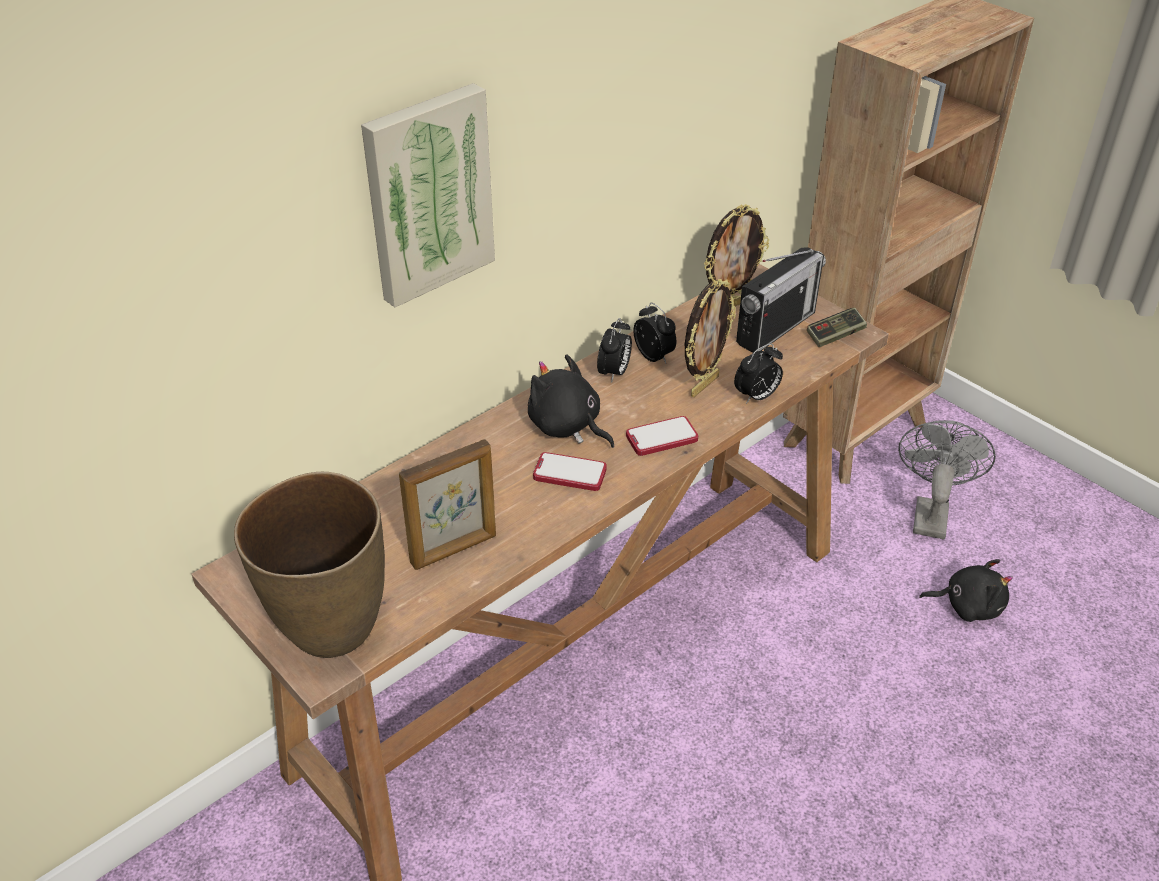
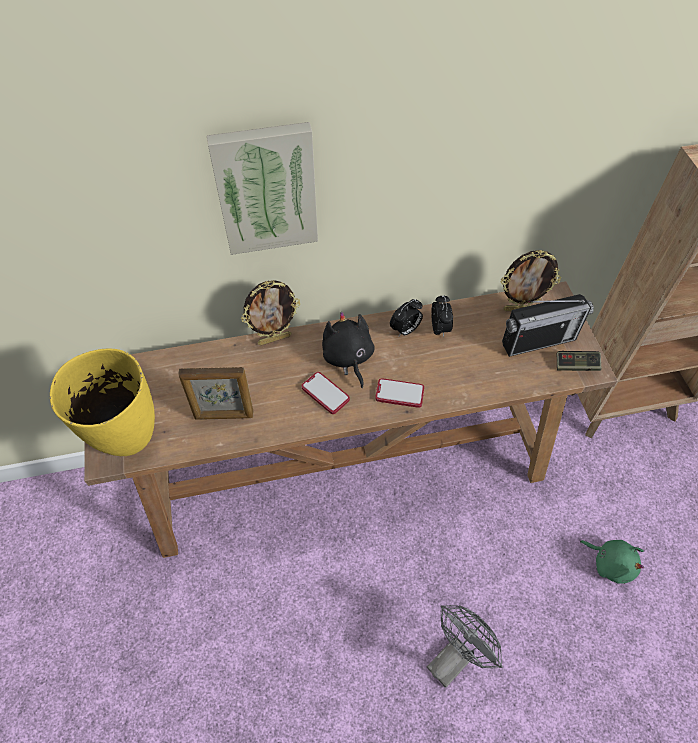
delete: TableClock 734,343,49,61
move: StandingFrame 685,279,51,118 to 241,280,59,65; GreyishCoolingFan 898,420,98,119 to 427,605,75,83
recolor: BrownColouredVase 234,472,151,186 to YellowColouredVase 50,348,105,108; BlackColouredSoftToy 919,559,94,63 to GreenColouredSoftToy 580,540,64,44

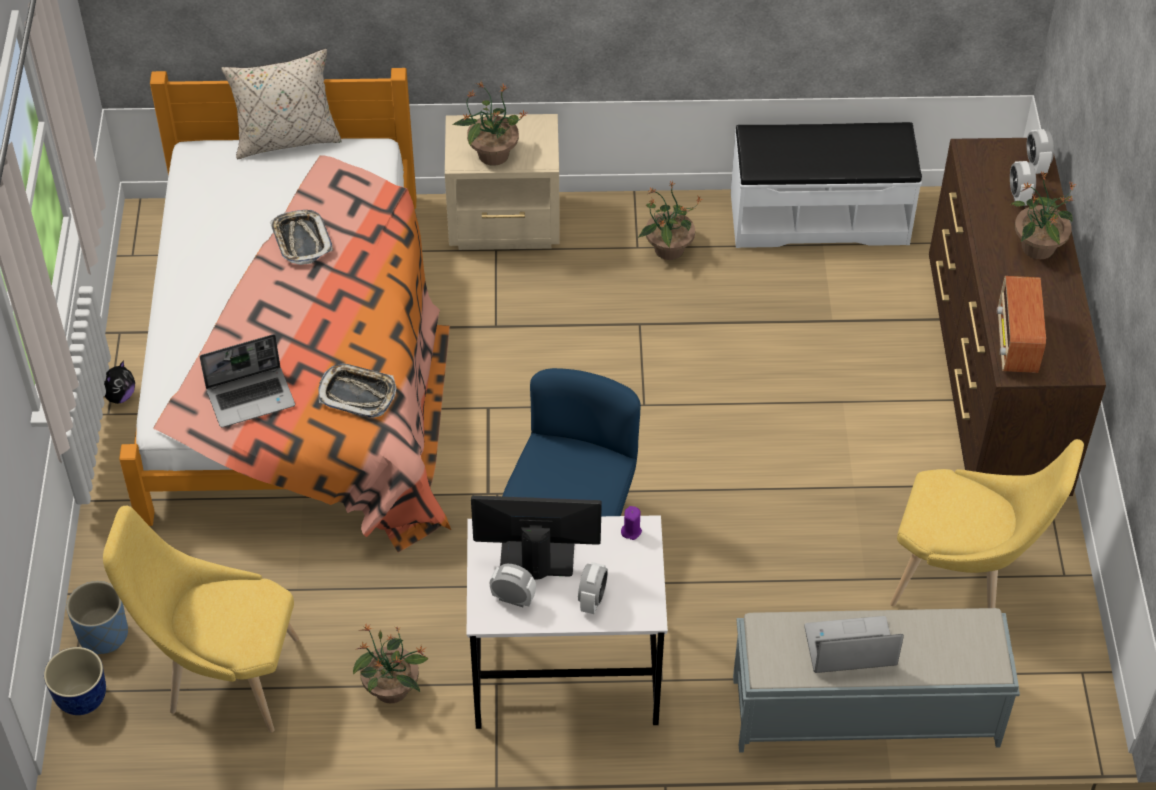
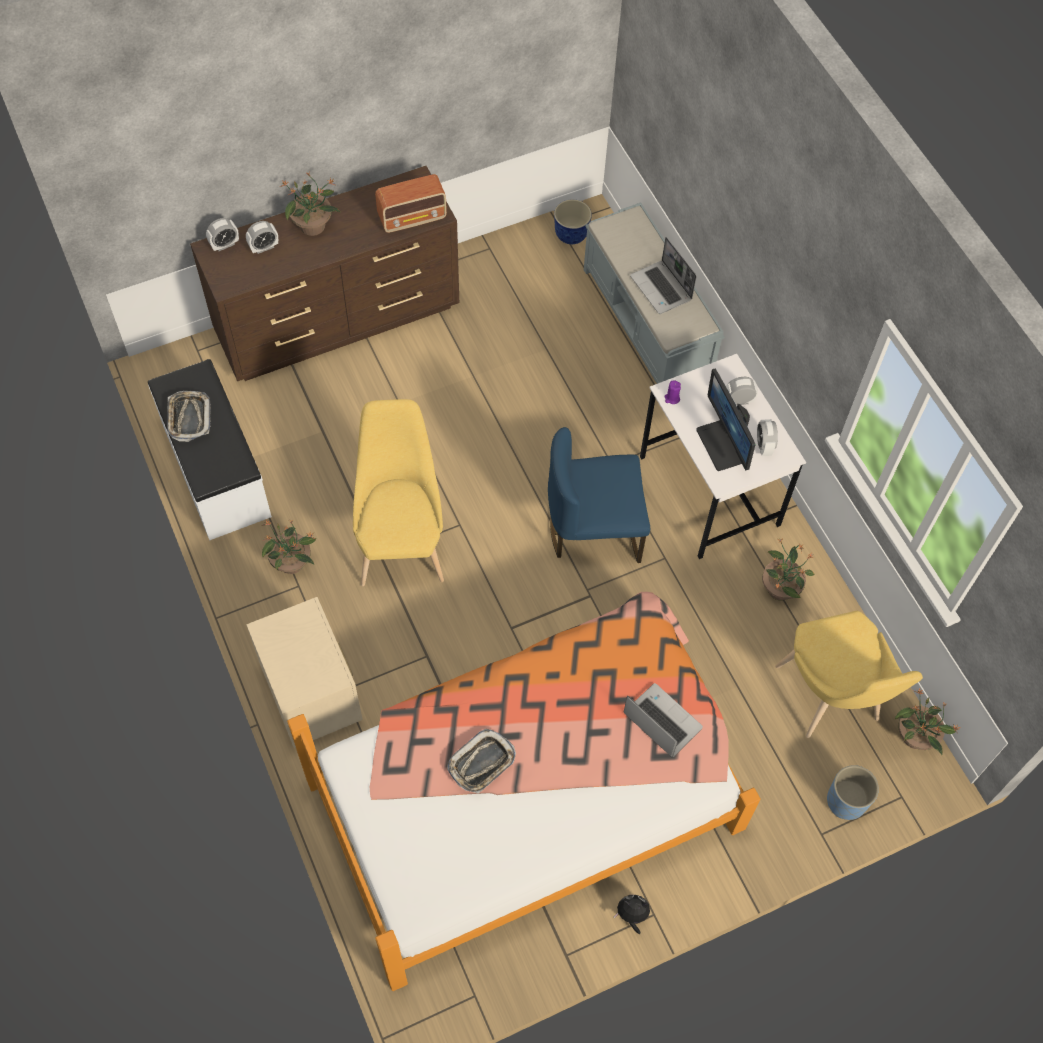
delete: BeigeColouredCushion 221,48,121,111
move: FlowerPot 44,647,62,68 to 554,199,38,45; CarryingTray 318,364,78,54 to 167,391,44,51; PottedPlant 453,83,74,83 to 895,689,66,66; YellowColouredUprightChair 890,439,194,169 to 353,399,91,187

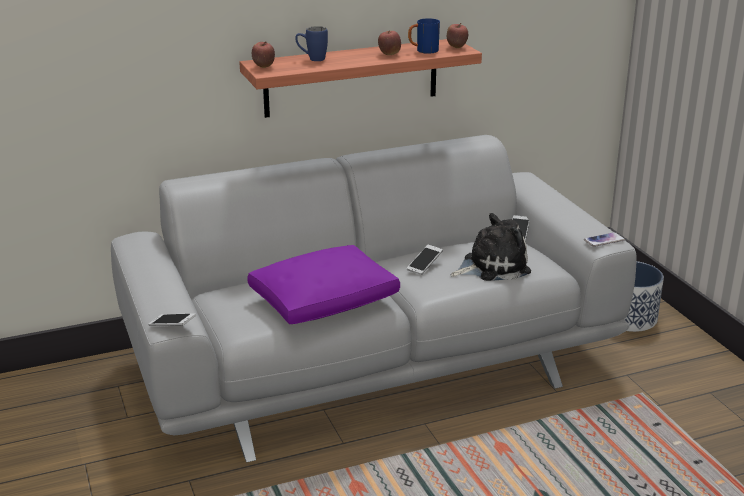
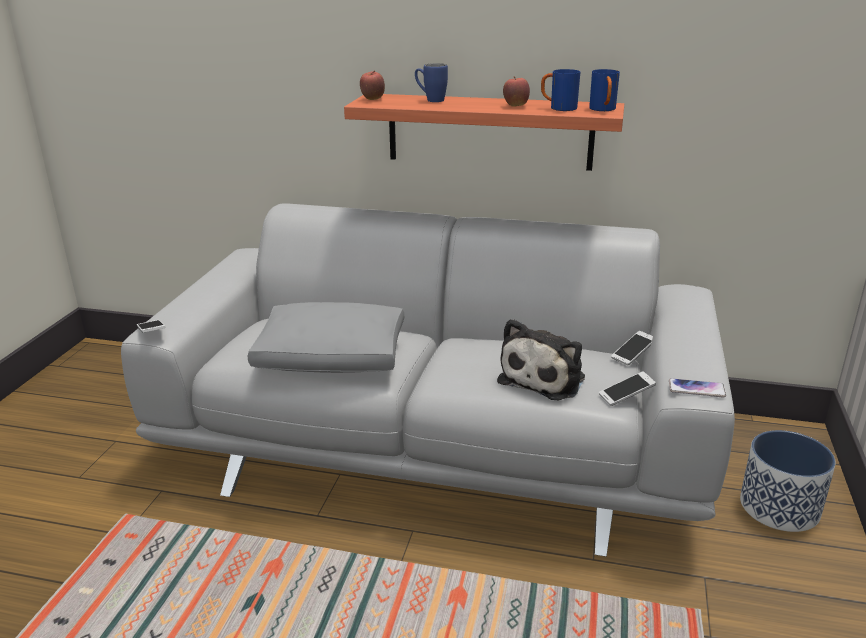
move: Phone 407,245,36,30 to 599,371,57,35
replace: Apple 447,23,21,25 to BluishCoffeeMug 589,69,31,42
recolor: PurpleCushion 247,245,153,79 to GreyishCushion 247,302,157,71
rotate: SoftToy 451,213,80,68 = 497,319,88,81 105 degrees clockwise

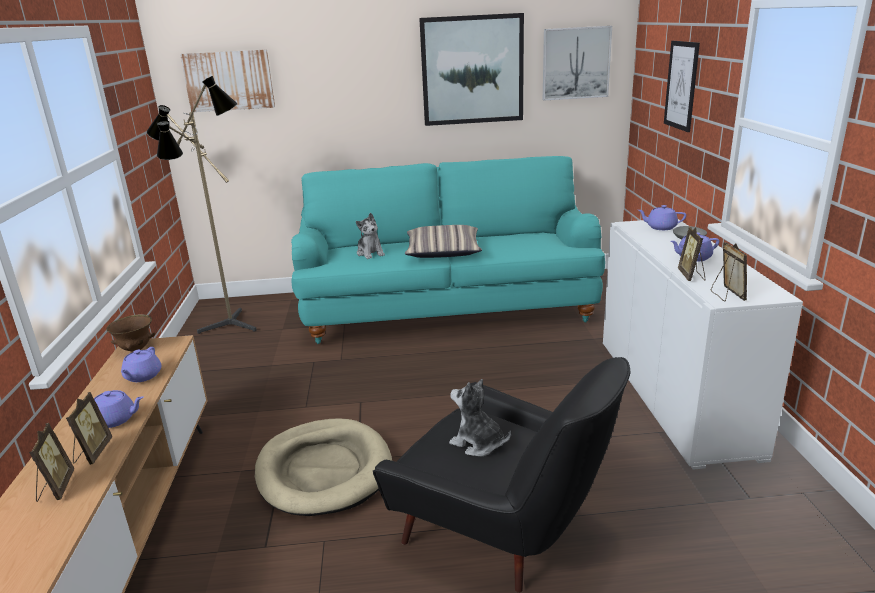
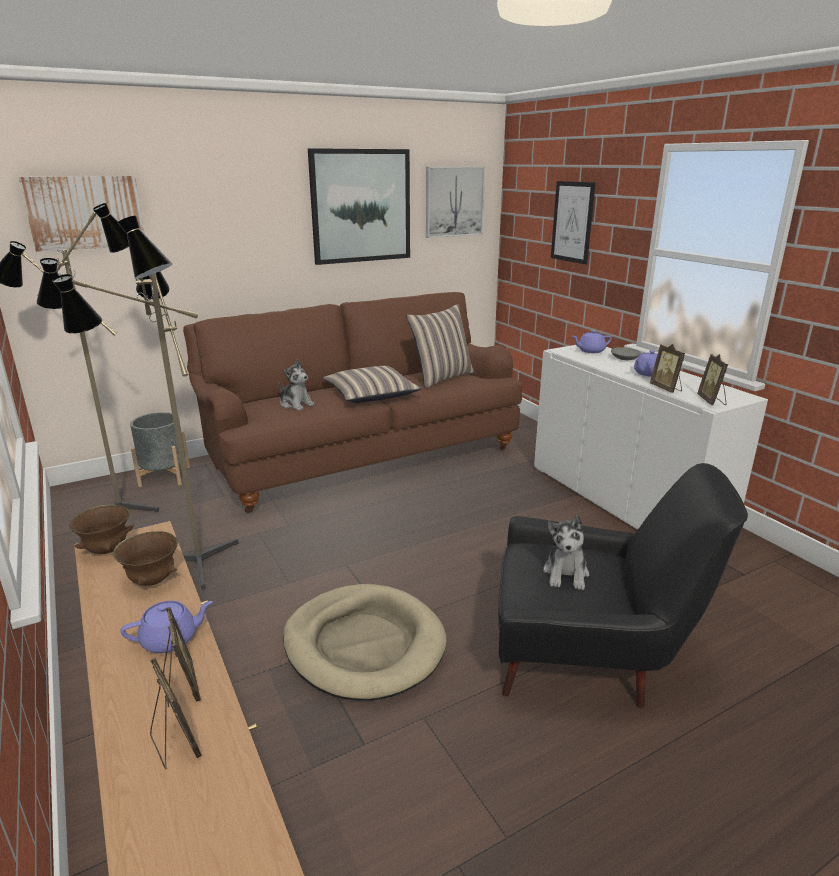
insert: StandingLamp 52,216,187,374; GreyishFlowerPot 130,412,60,75; Cushion 406,304,69,84
replace: PurplePotForTea 121,347,40,35 to BrownColouredServingBowl 113,531,65,55
recolor: BlueGreenCouch 291,156,314,188 to BrownColouredCouch 183,292,339,221
rotate: SoftToy 449,379,62,78 = 543,515,46,75 90 degrees counterclockwise; StandingFrame 711,242,36,59 = 697,354,31,51 150 degrees counterclockwise

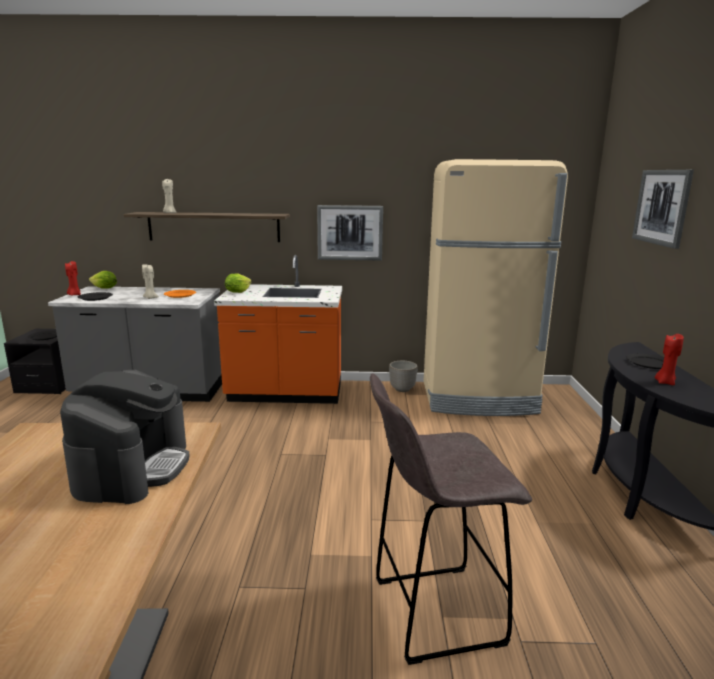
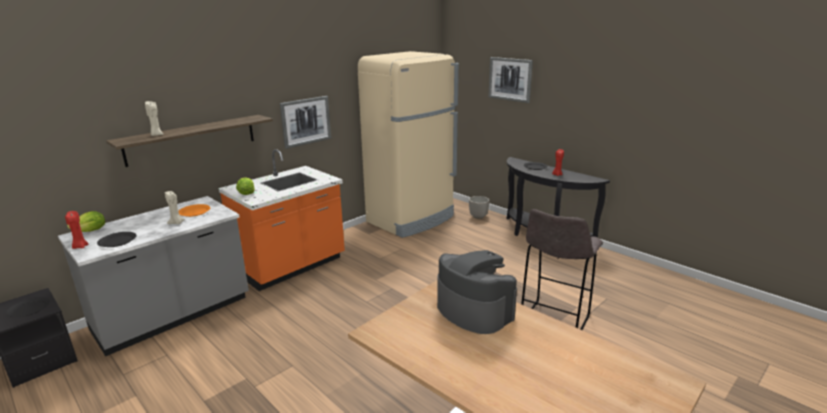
move: FlowerPot 389,361,29,31 to 469,196,20,23

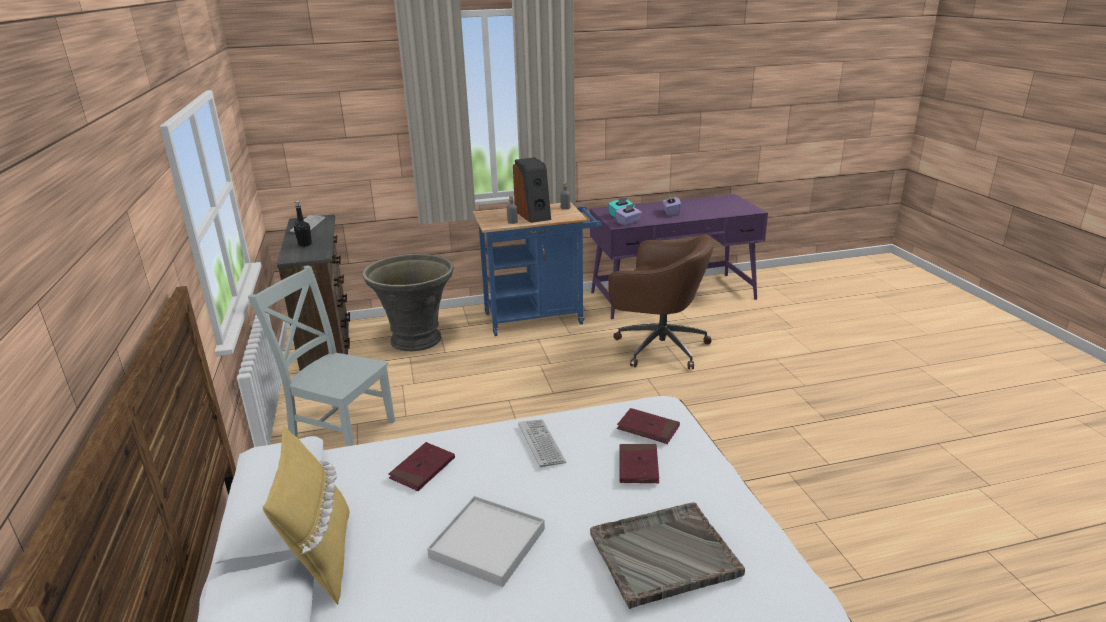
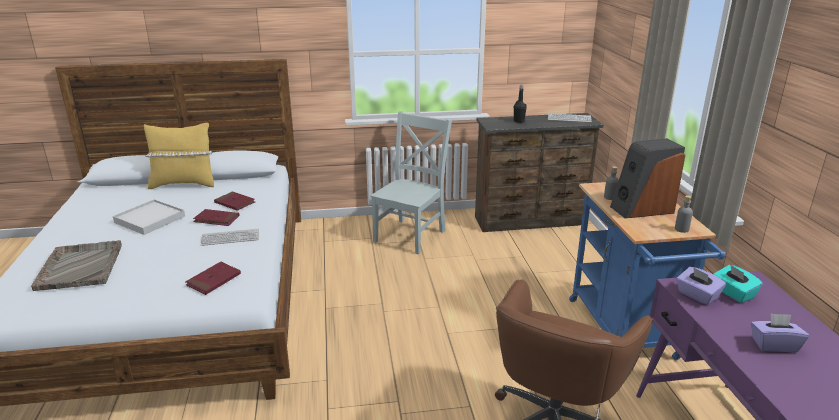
delete: GreyishFlowerPot 362,254,92,98
move: RedColouredVolume 620,444,39,39 to 193,209,47,17

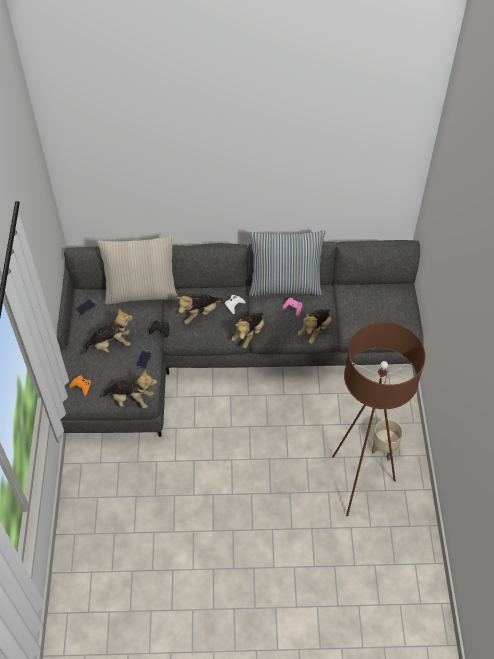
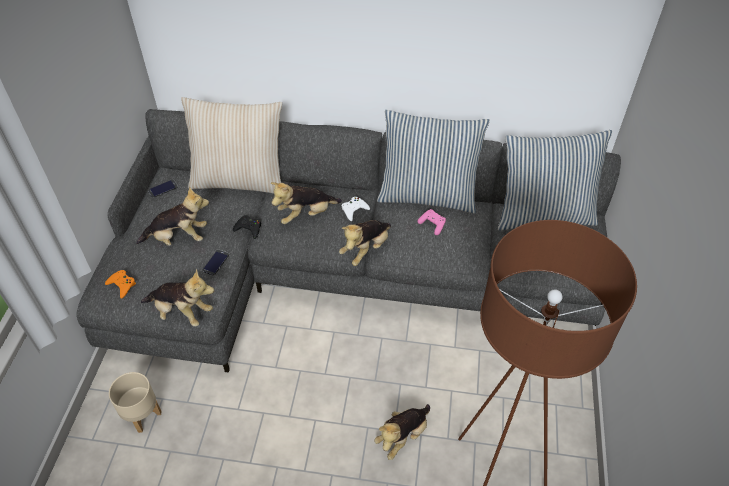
insert: Cushion 498,130,114,101
move: SoftToy 298,308,33,36 to 374,404,56,56; BeigeColouredFlowerPot 371,419,32,42 to 109,372,52,61

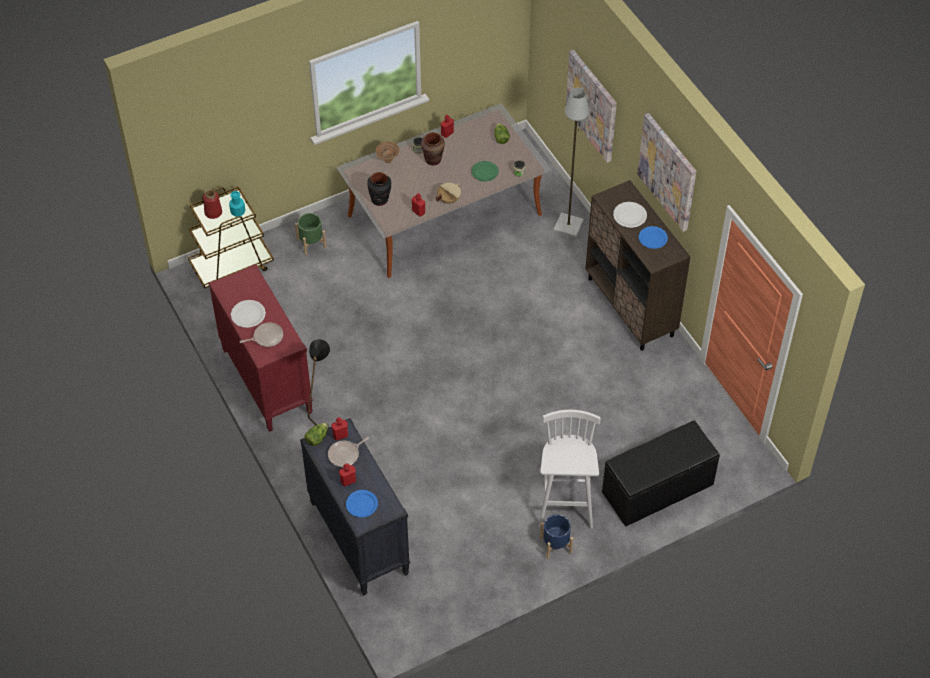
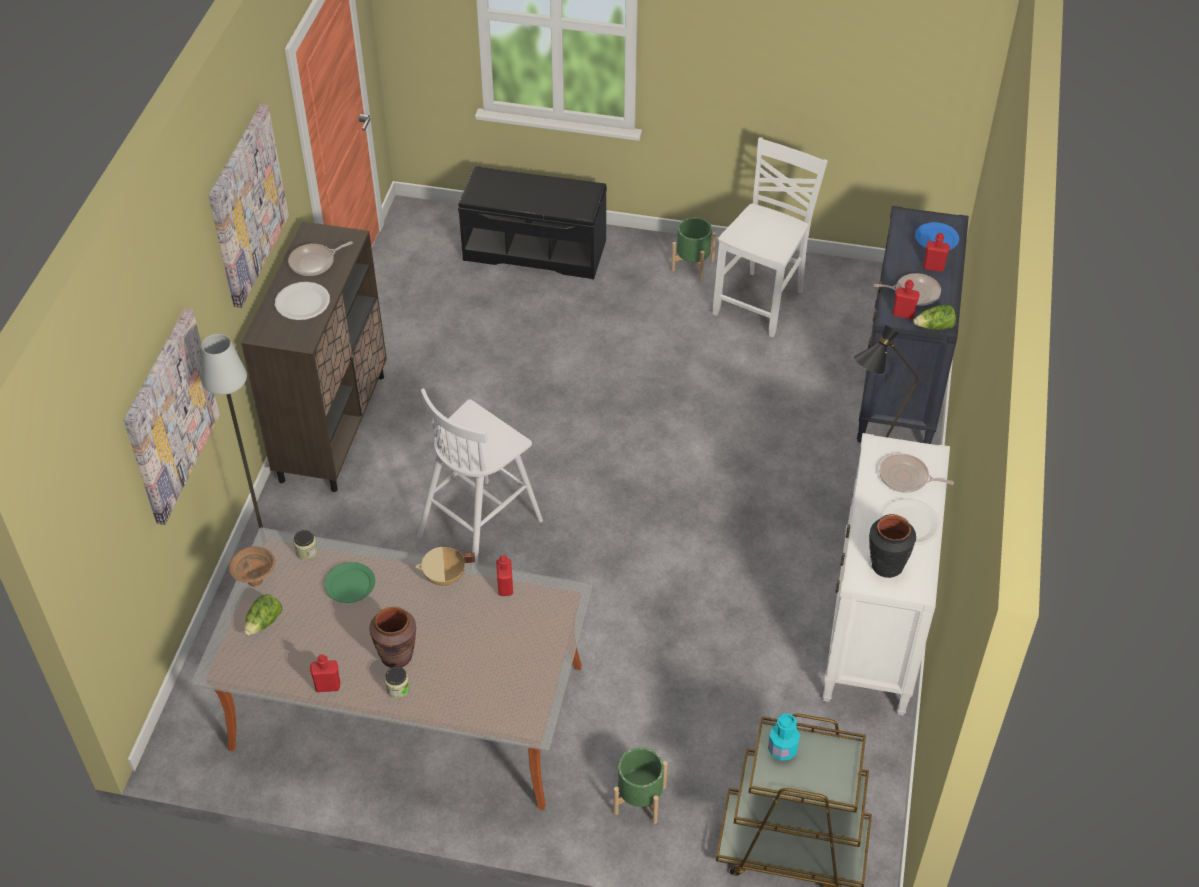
delete: RedColouredVase 203,190,19,29
insert: WhiteUprightChair 712,137,116,201
move: BlackColouredVase 367,172,24,34 to 869,514,47,64; BrownColouredServingBowl 376,142,23,21 to 229,546,47,41; WhiteStoolSeat 539,410,62,119 to 417,388,126,176
replace: BluishFlatDish 639,226,29,23 to Skillet 288,242,65,34
recolor: RedColouredDresser 209,264,104,168 to WhiteDresser 823,433,127,283; BluishFlowerPot 540,514,33,45 to GreenColouredFlowerPot 671,217,45,63

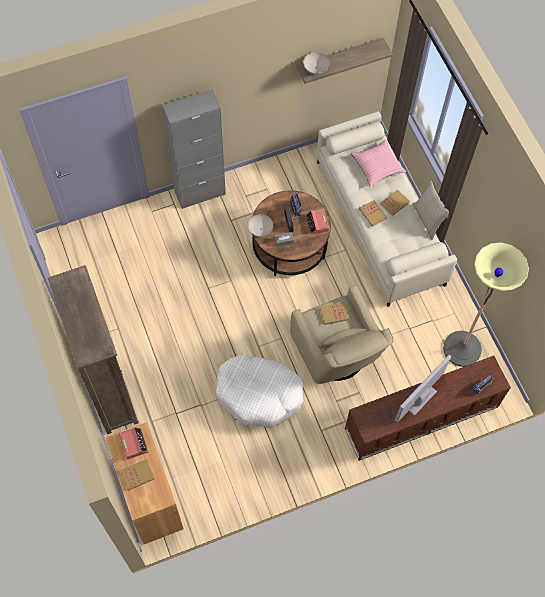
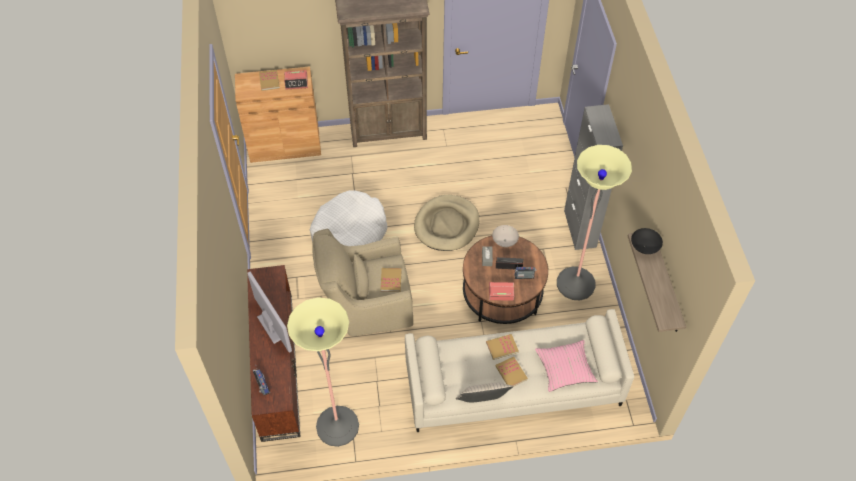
insert: BeigeColouredPetBed 414,195,65,56; StandingLamp 557,145,75,155
recolor: WhiteServingBowl 303,52,27,22 to BlackColouredServingBowl 631,228,32,26

